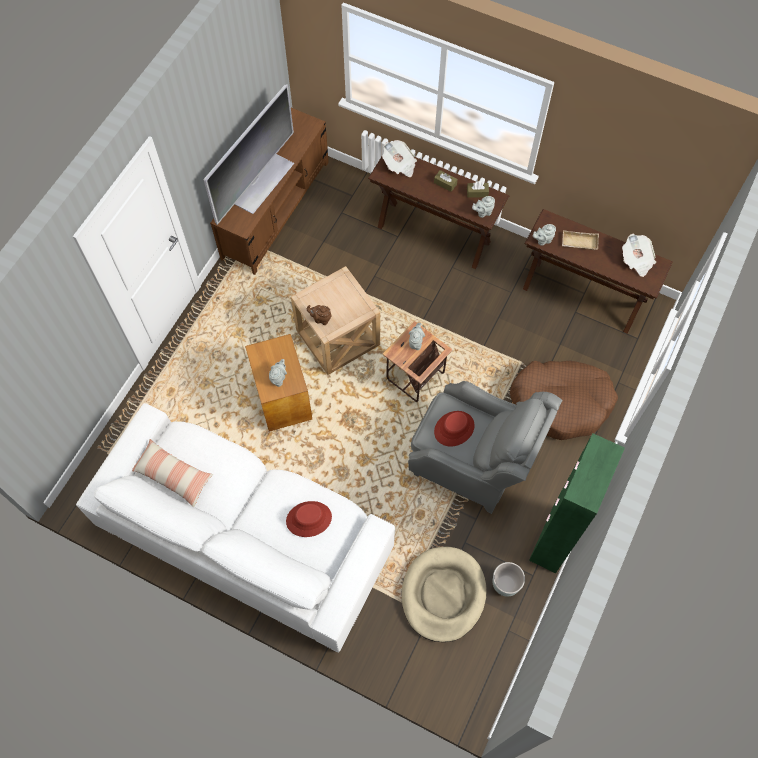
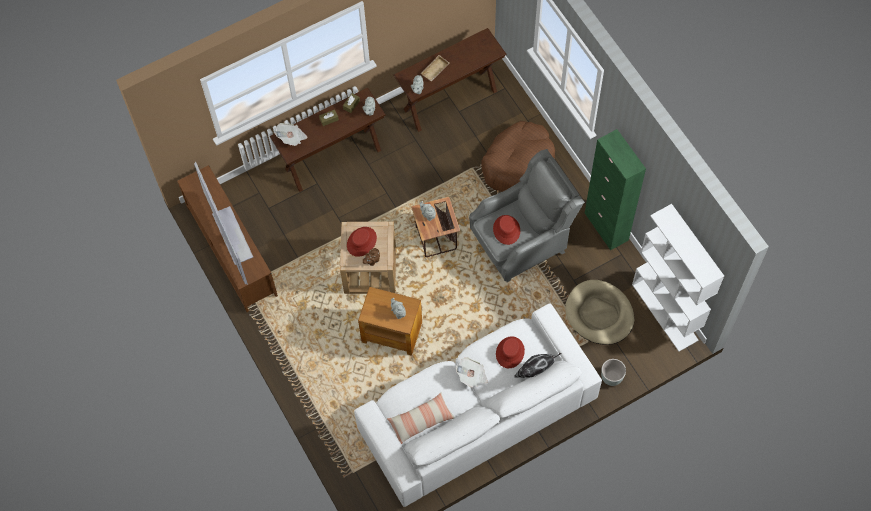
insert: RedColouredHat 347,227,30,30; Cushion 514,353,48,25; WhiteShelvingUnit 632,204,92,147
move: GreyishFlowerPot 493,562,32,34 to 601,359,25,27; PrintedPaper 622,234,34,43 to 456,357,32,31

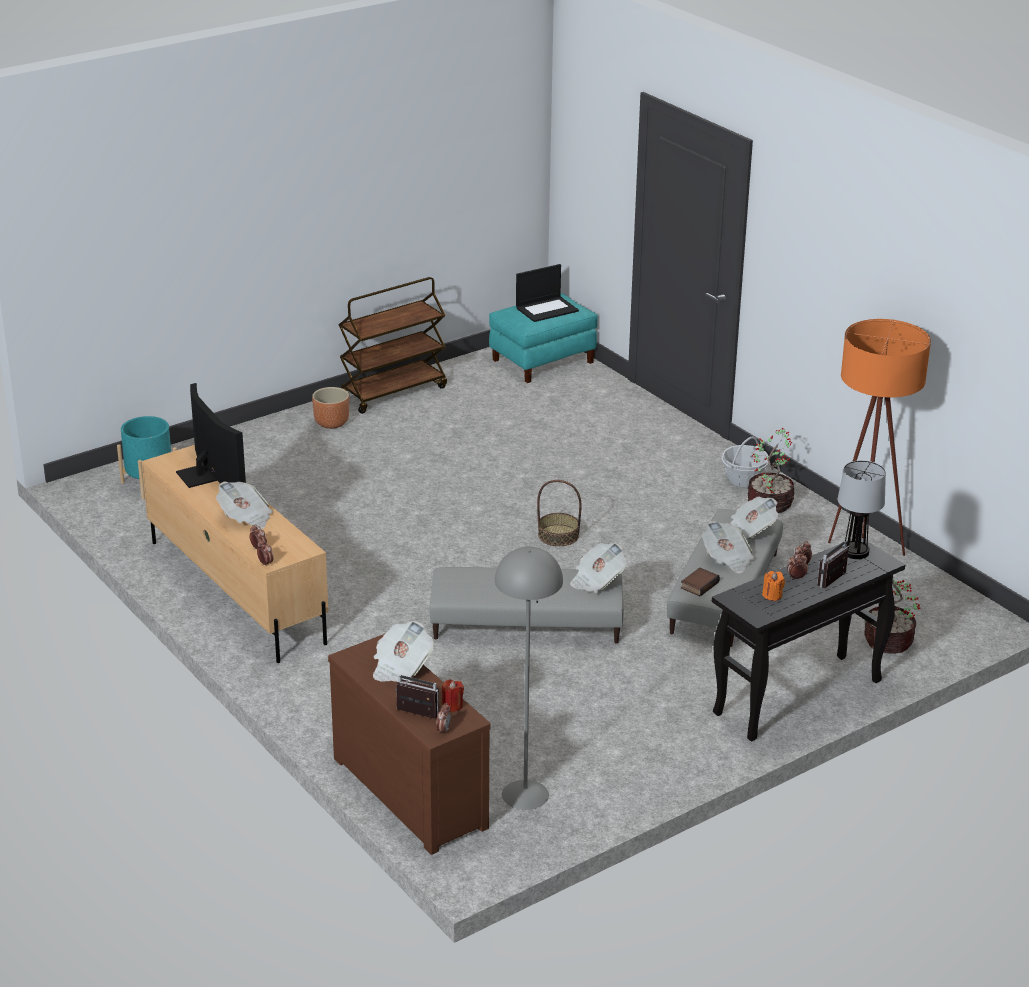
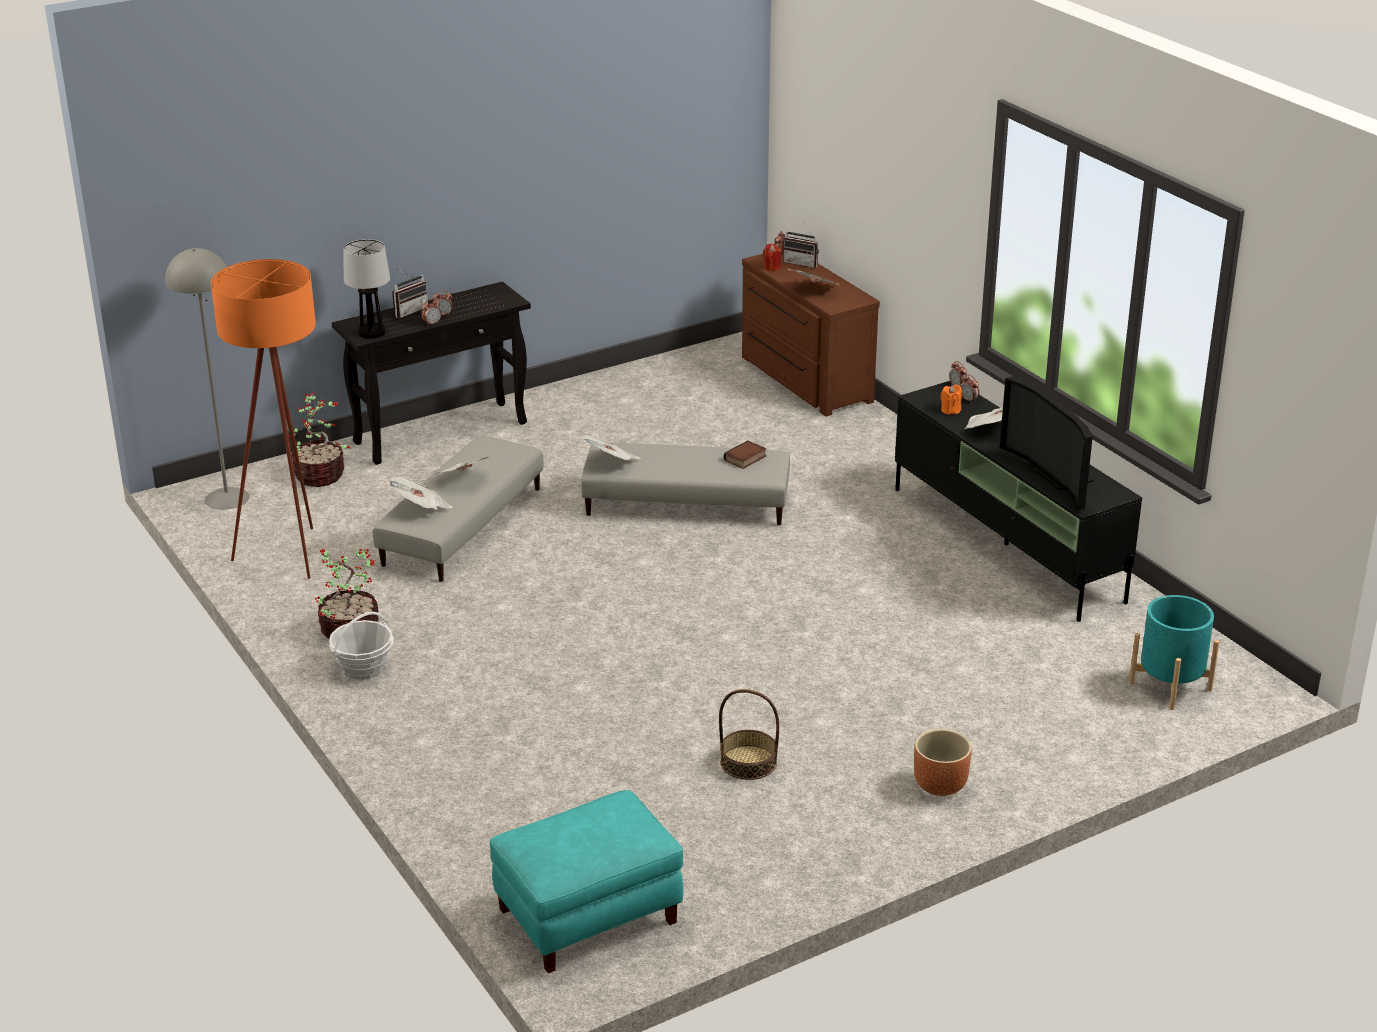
delete: BrownColouredTrolley 339,277,108,137; PortableComputer 516,264,63,58
move: GreyishStandingLamp 495,547,68,263 to 165,248,85,262; HouseholdBasket 537,480,45,66 to 719,689,60,91; Volume 681,567,39,30 to 724,441,42,28; OrangeyCandle 762,571,23,30 to 941,385,21,30
recolor: BeigeColouredTvStand 142,445,187,218 to BlackColouredTvStand 895,381,247,241

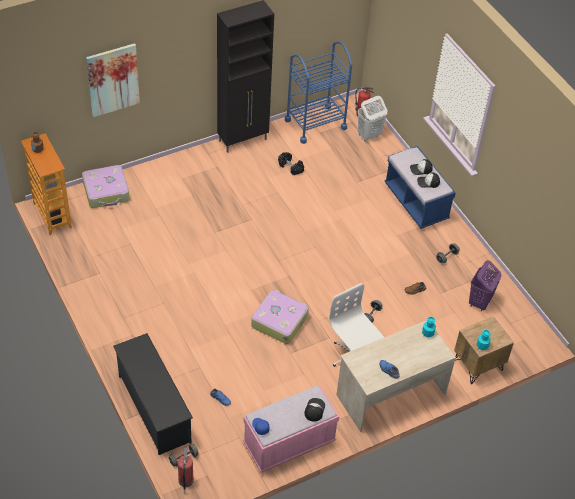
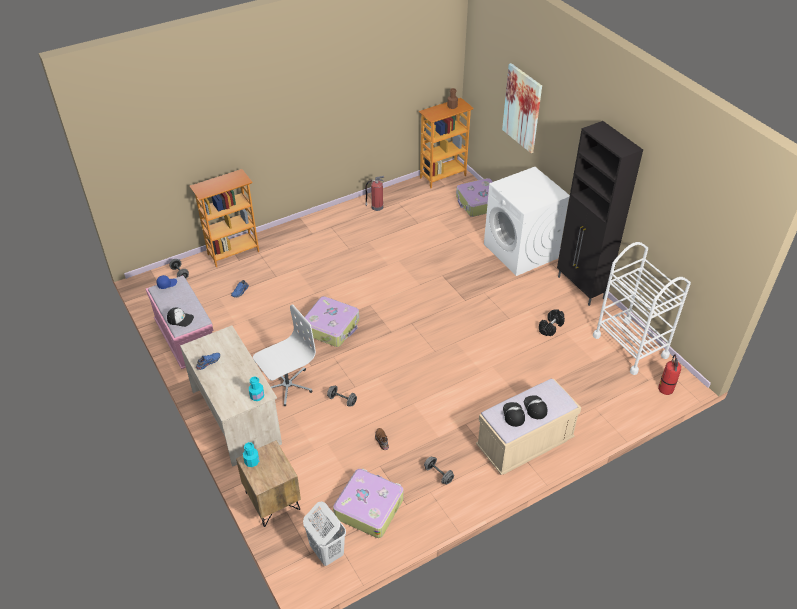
insert: WhiteLaundryAppliance 484,167,86,109
move: FireFightingCylinder 178,448,16,45 to 365,176,19,35; WhiteLaundryBasket 358,96,29,45 to 303,501,43,65
replace: BlackColouredShoeShelf 113,333,80,122 to ShelvingUnit 190,169,69,98; PurpleLaundryBasket 469,260,32,51 to Suitcase 333,468,71,70
recolor: BluishTrolley 285,41,67,103 to WhiteTrolley 593,242,98,133; BluishBench 384,146,72,83 to BeigeColouredBench 476,379,105,96

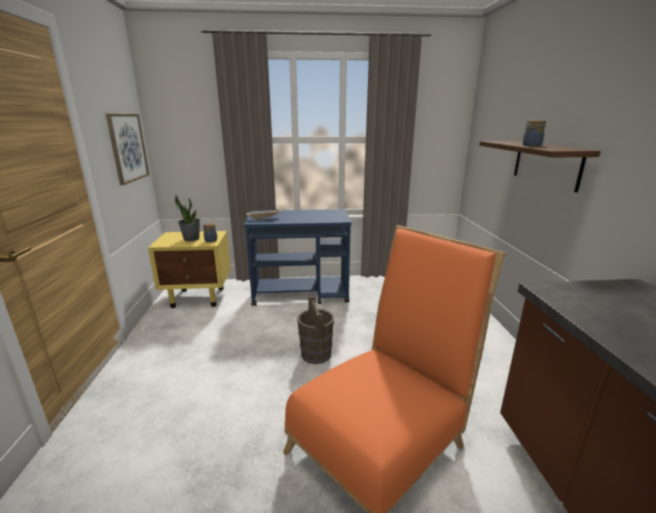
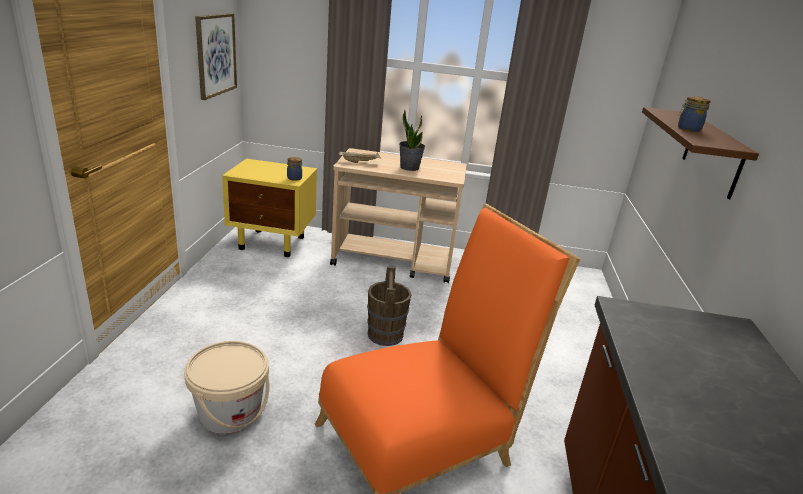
insert: BeigeColouredWaterBucket 184,341,85,93
move: PottedPlant 175,195,25,46 to 399,109,26,62
recolor: BluishTrolley 244,209,108,97 to BeigeColouredTrolley 330,148,137,135

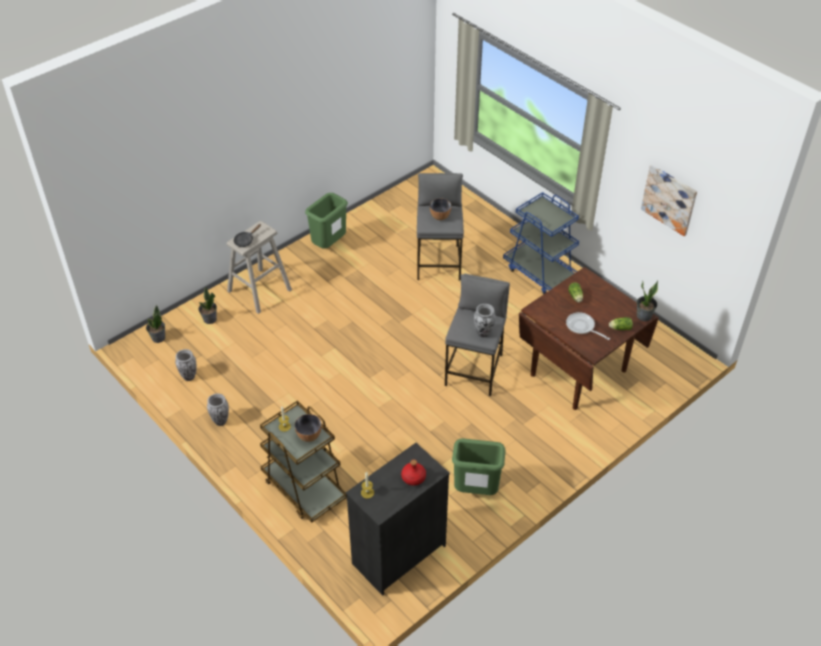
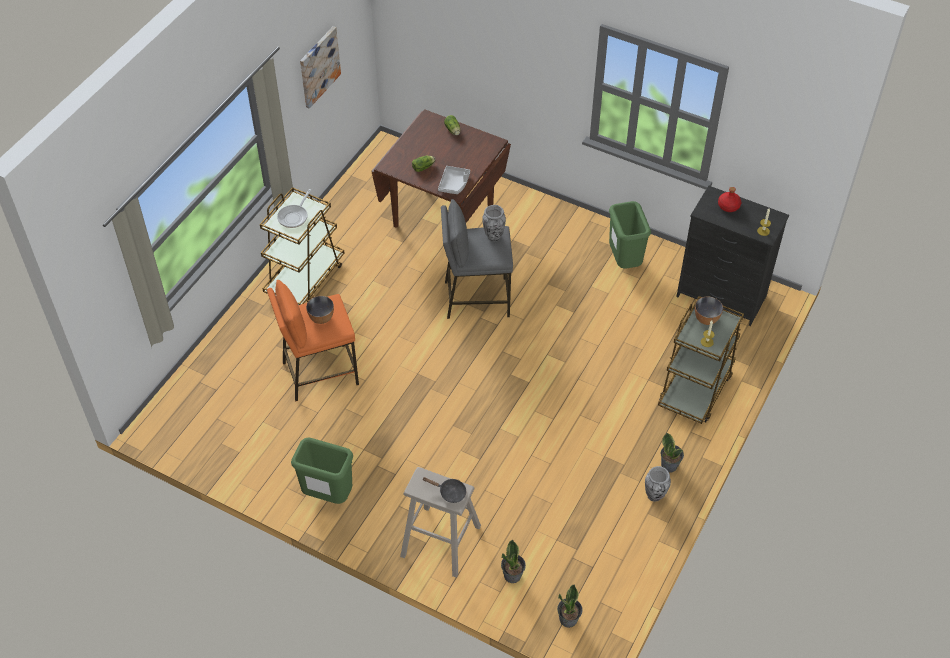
delete: Vase 175,349,21,32
insert: GreyishCarryingTray 438,166,32,28
move: Skillet 566,312,44,28 to 277,189,34,39; PottedPlant 637,281,21,40 to 661,433,23,40
recolor: GreyishStoolSeat 417,173,47,107 to OrangeyStoolSeat 267,280,92,122; BluishTrolley 503,192,76,102 to BrownColouredTrolley 260,187,84,118

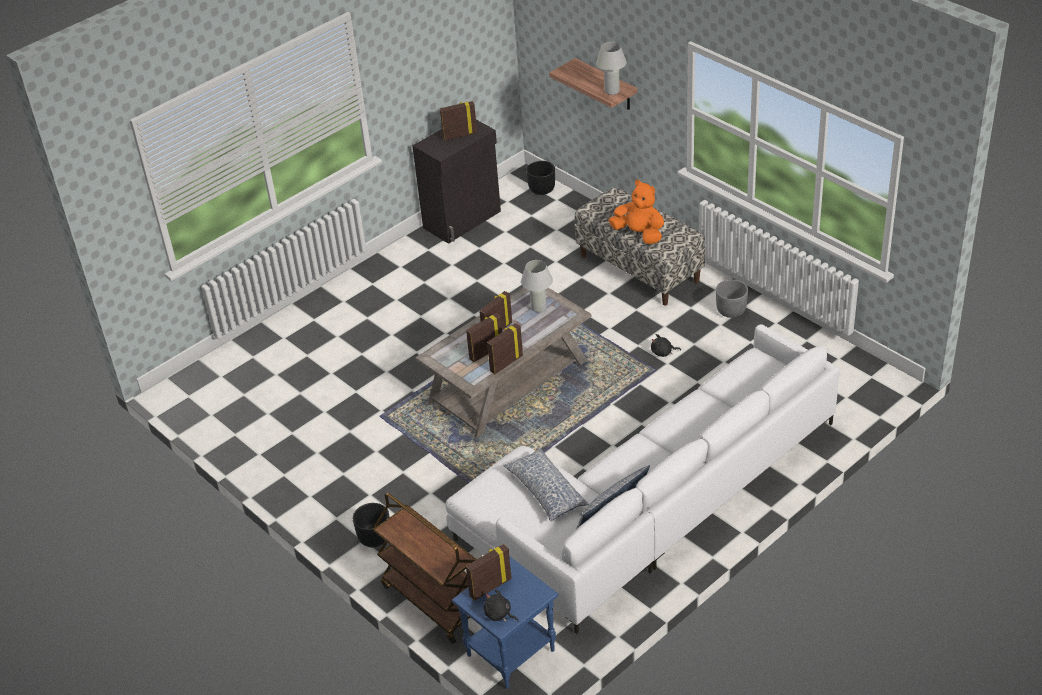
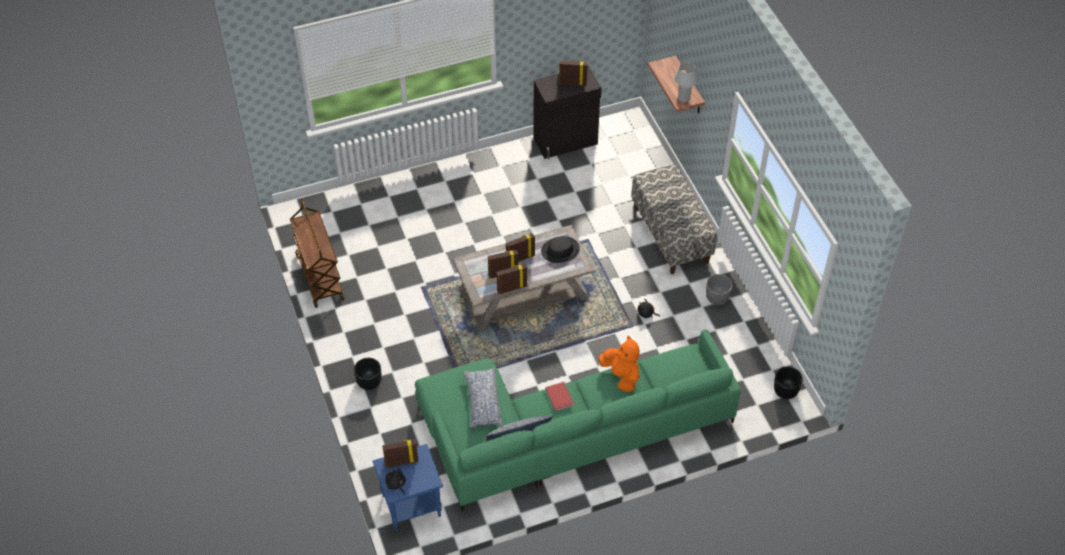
insert: RedColouredVolume 545,382,29,29
move: BrownColouredTrolley 373,493,104,151 to 290,200,54,108; BlackColouredFlowerPot 526,161,29,34 to 774,367,29,32; OrangeySoftToy 609,180,55,64 to 599,336,41,56
replace: WhiteLampForATable 521,260,32,52 to BlackColouredHat 541,236,39,27
recolor: WhiteCouch 445,324,395,310 to GreenColouredCouch 415,329,326,182

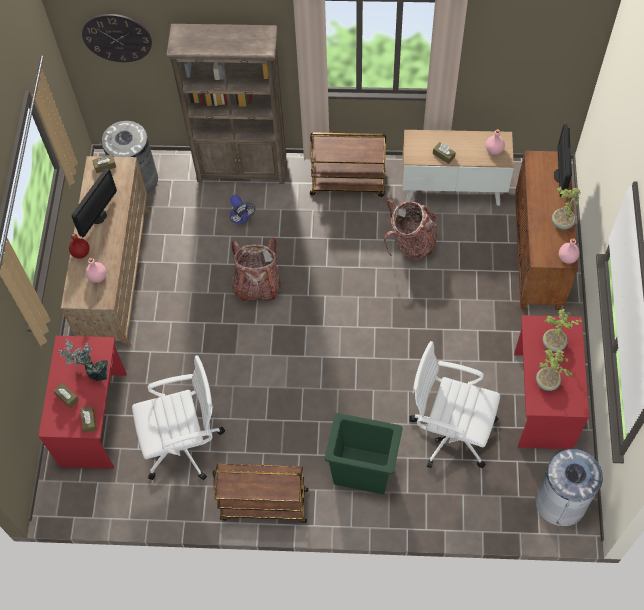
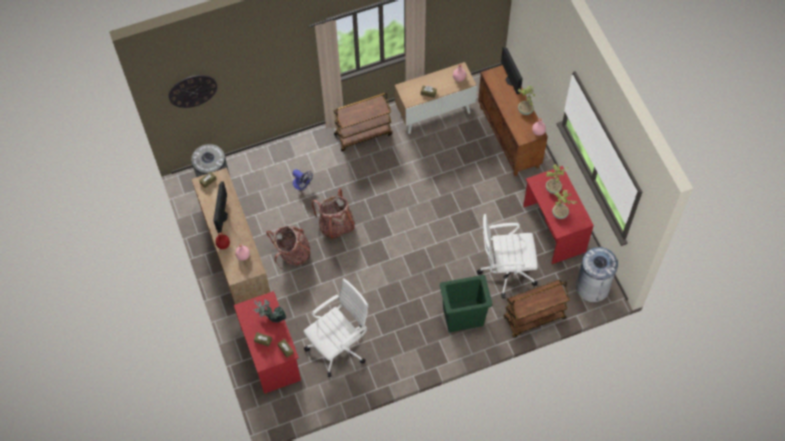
delete: BrownColouredShelvingUnit 166,24,120,160
move: BrownColouredTrolley 213,464,96,59 to 503,280,67,58; Backpack 384,199,53,60 to 266,226,44,43

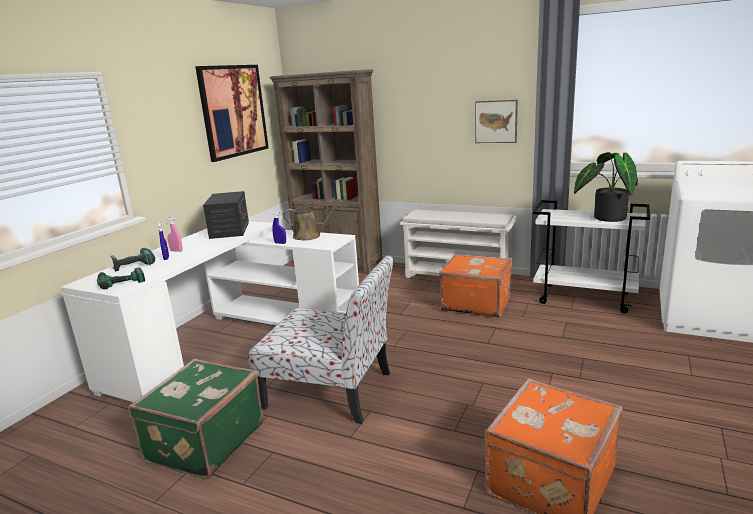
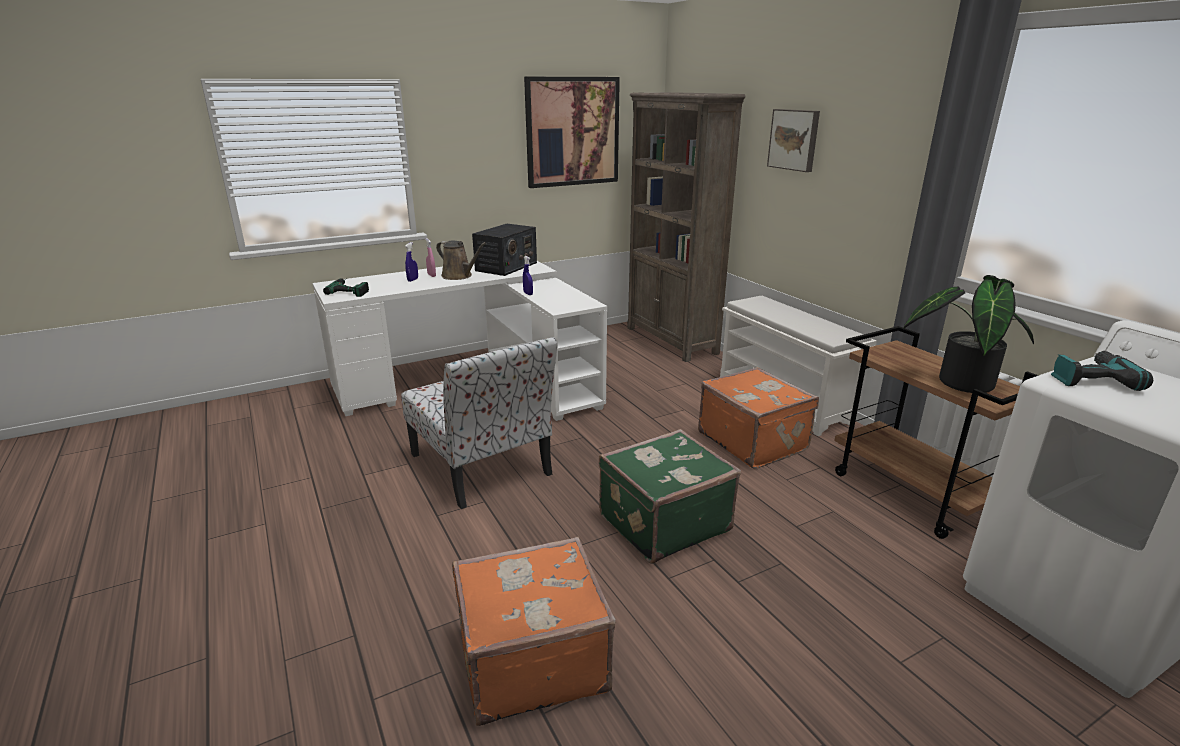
move: Drill 110,248,45,24 to 1051,351,102,40; GreenColouredSuitcase 128,359,136,120 to 599,429,142,135; BrownColouredWateringPot 283,200,60,41 to 436,240,50,40; WallPicture 475,100,43,43 to 767,109,53,63
recolor: WhiteTrolley 533,200,117,114 to BrownColouredTrolley 834,326,205,213

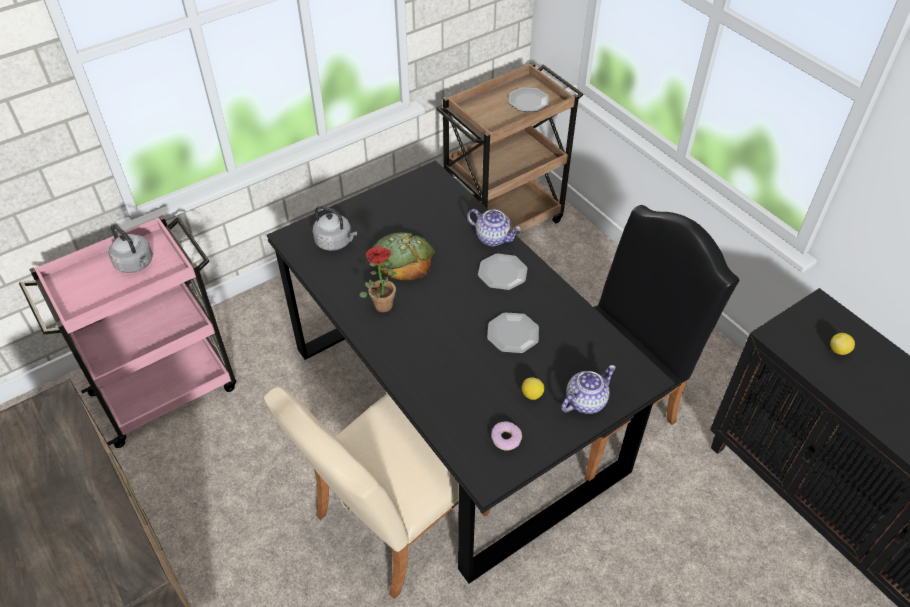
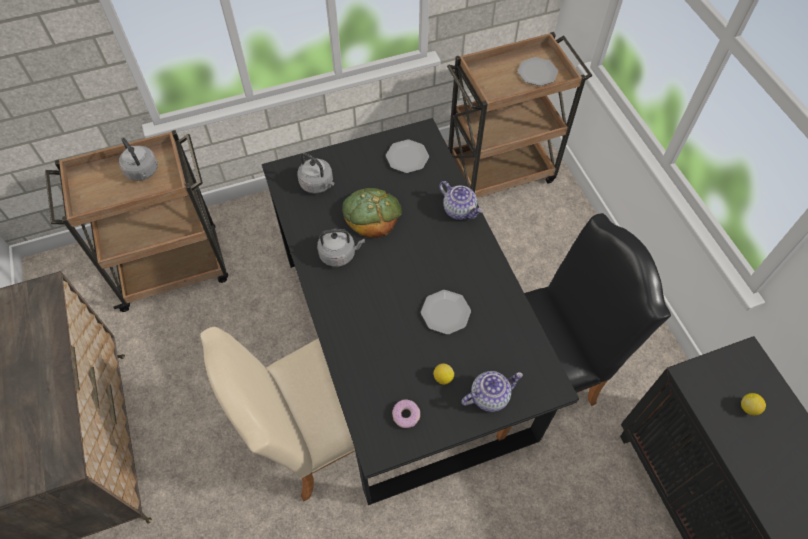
move: FlatDish 478,254,50,36 to 386,139,43,34
replace: PottedPlant 360,246,36,67 to GreyishKettle 317,229,48,38
recolor: PinkishTrolley 19,215,217,233 to BrownColouredTrolley 45,130,183,182

